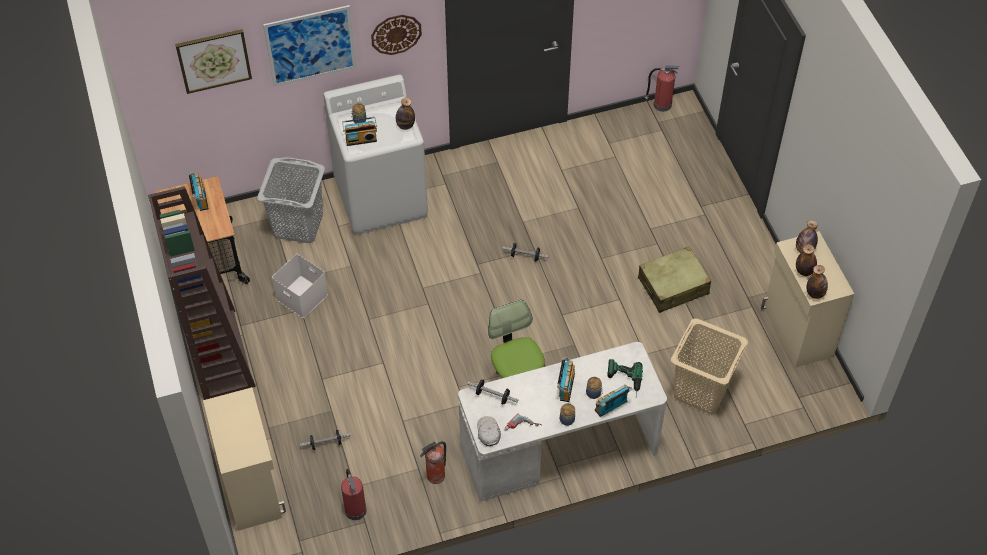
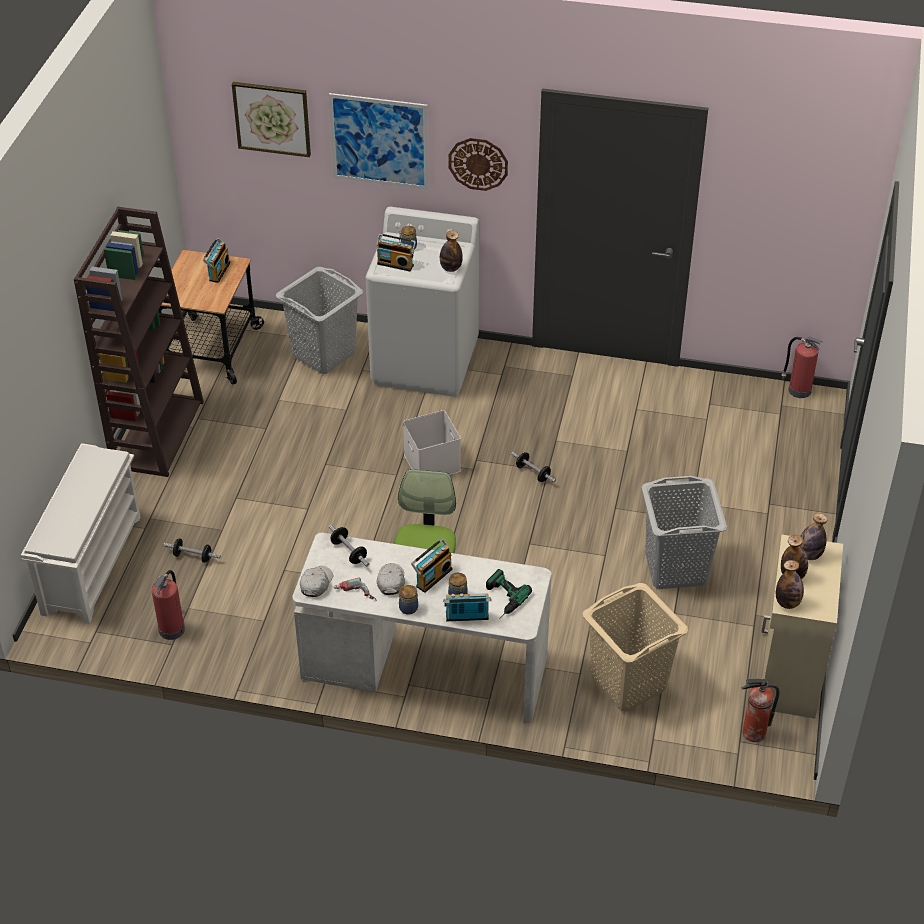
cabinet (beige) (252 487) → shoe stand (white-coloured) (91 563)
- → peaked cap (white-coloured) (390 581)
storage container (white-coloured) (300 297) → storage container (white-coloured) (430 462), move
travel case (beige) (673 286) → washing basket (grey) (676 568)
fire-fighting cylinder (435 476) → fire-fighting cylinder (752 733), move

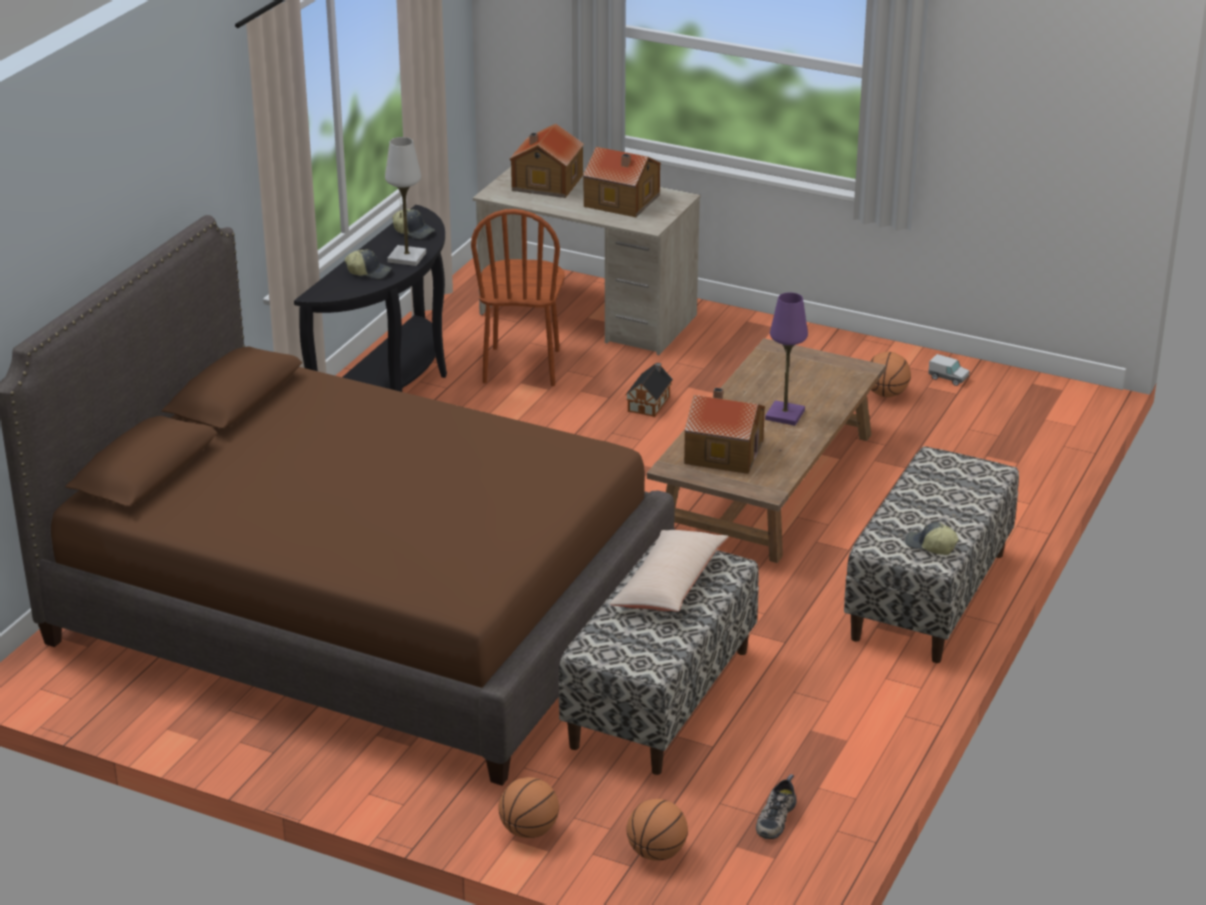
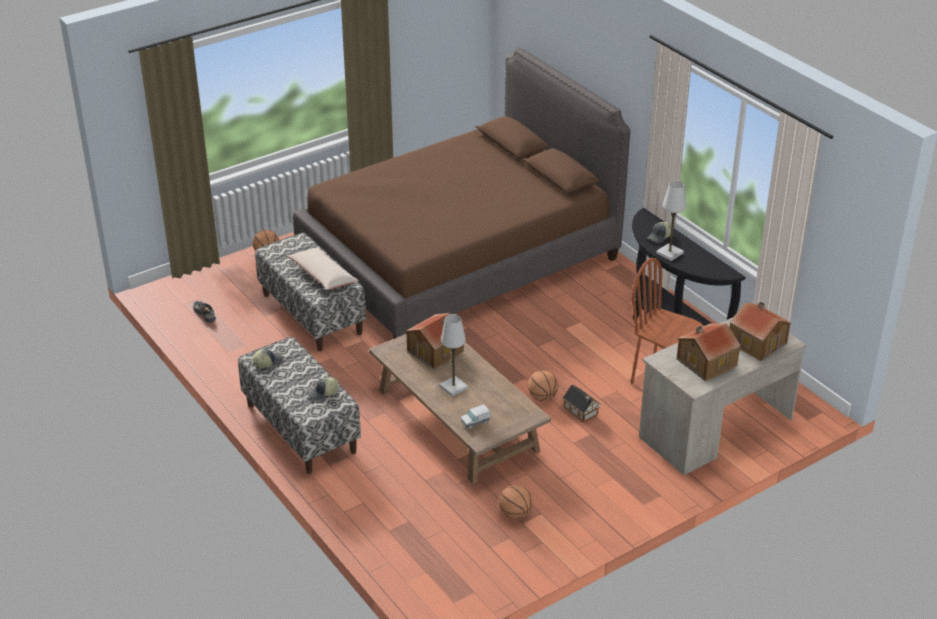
peaked cap (414 231) → peaked cap (323 393), move
lamp for a table (purple) (785 415) → lamp for a table (white-coloured) (453 387)
toy truck (948 378) → toy truck (475 422), move
basketball ball (656 853) → basketball ball (542 397), move

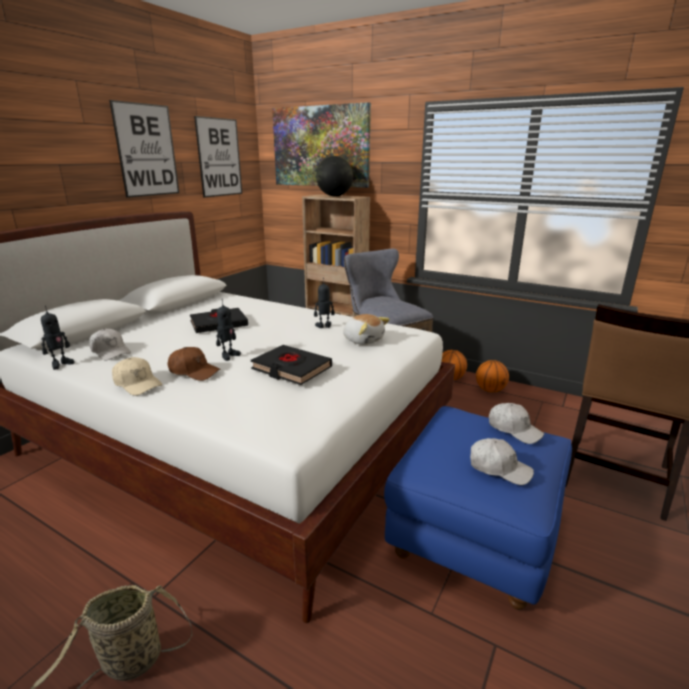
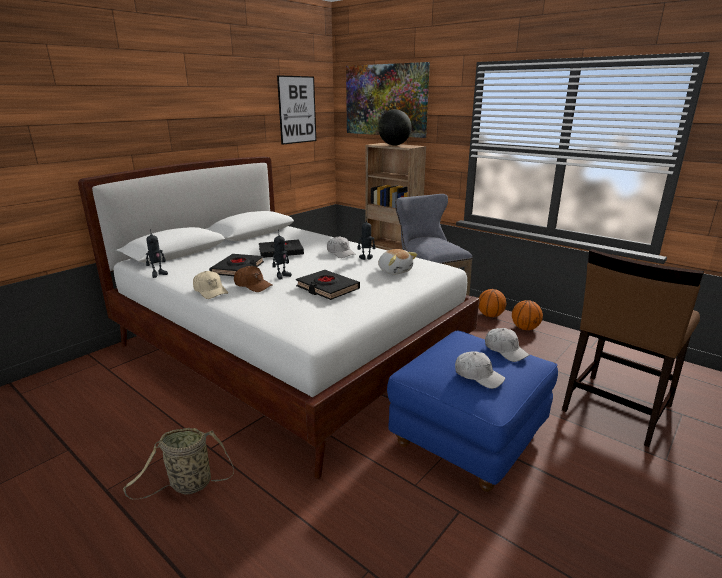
- → book (black-coloured) (238 269)
peaked cap (white-coloured) (110 351) → peaked cap (white-coloured) (340 253), move
wall art (146 150) → -

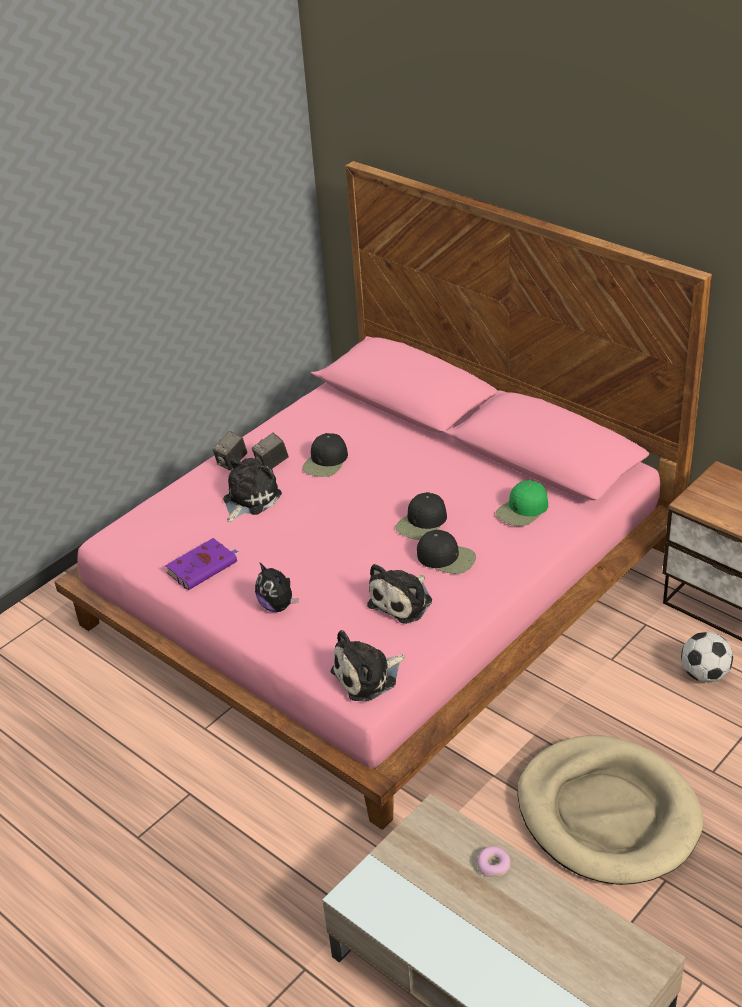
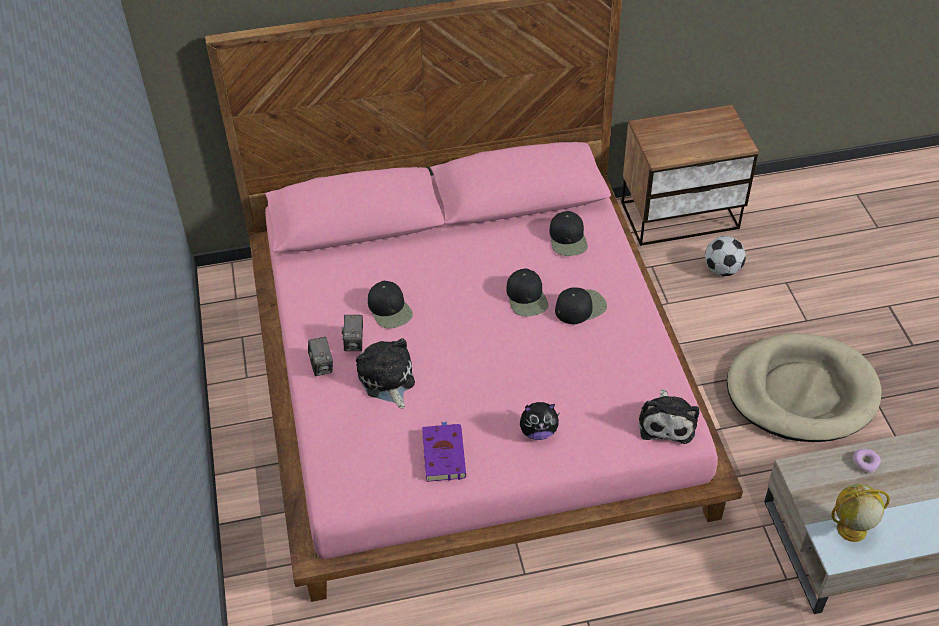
peaked cap (greenish) (523 510) → peaked cap (black-coloured) (568 239)
- → globe (850 529)
plush toy (403 601) → -

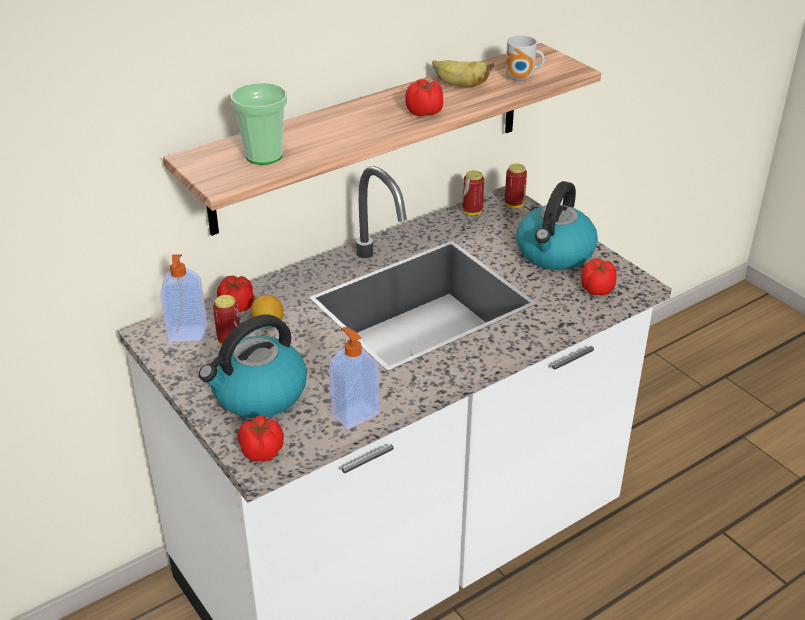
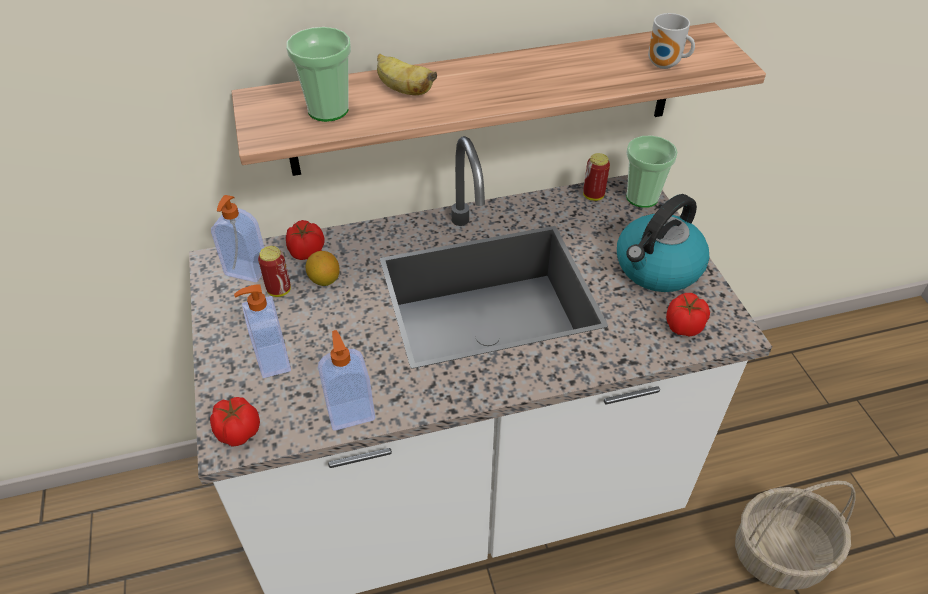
kettle (258 394) → liquid soap bottle (272 360)
banana (460 85) → banana (403 90), move
can (514 205) → cup (642 197)
- → basket (779 554)
fresh tomato (425 112) → -

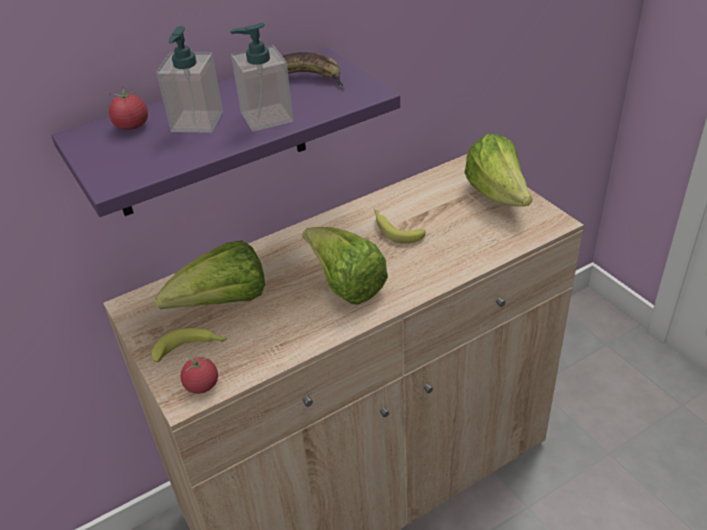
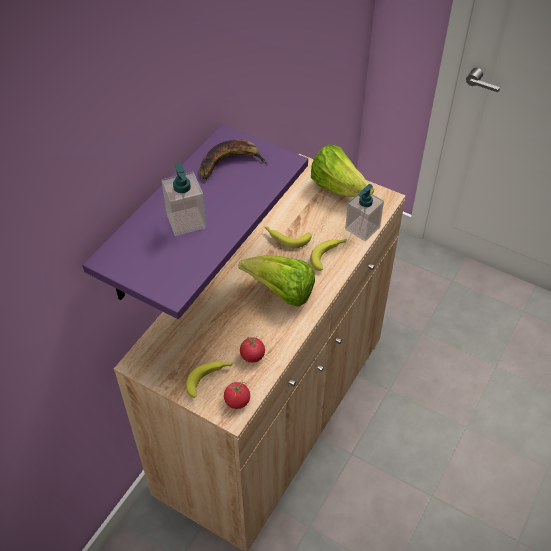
fresh tomato (132 126) → fresh tomato (252 355), move
- → banana (329 255)
liquid soap bottle (266 117) → liquid soap bottle (362 228), move
lettuce (223 303) → -

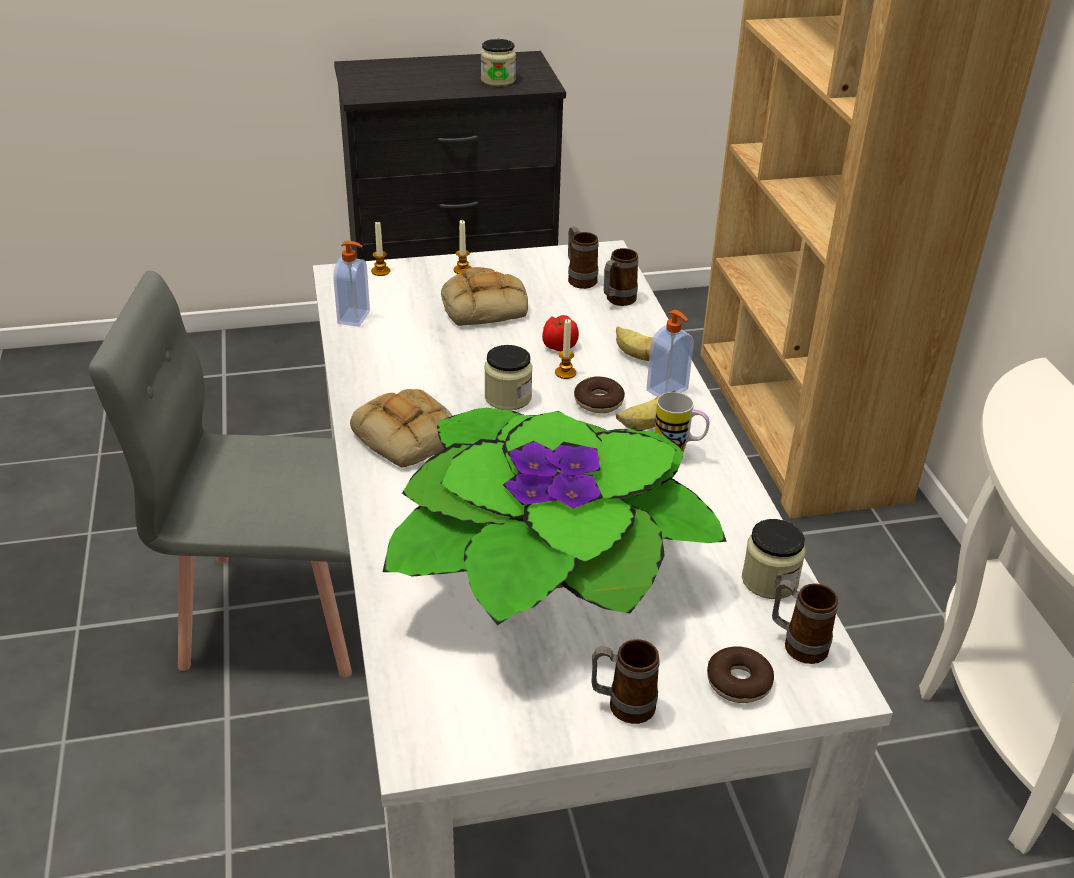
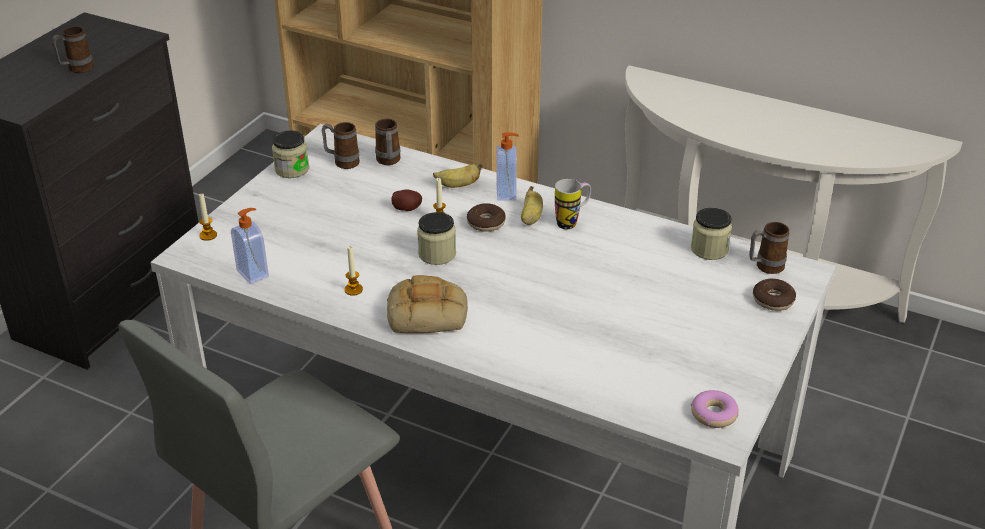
mug (622 705) → mug (76 69), move
preserve jar (498 80) → preserve jar (292 169), move
candle (462 270) → candle (353 290), move
fresh tomato (559 346) → spud (407 208)
- → ring doughnut (713 414)
houseplant (546 568) → -
bakery bread (485 306) → -

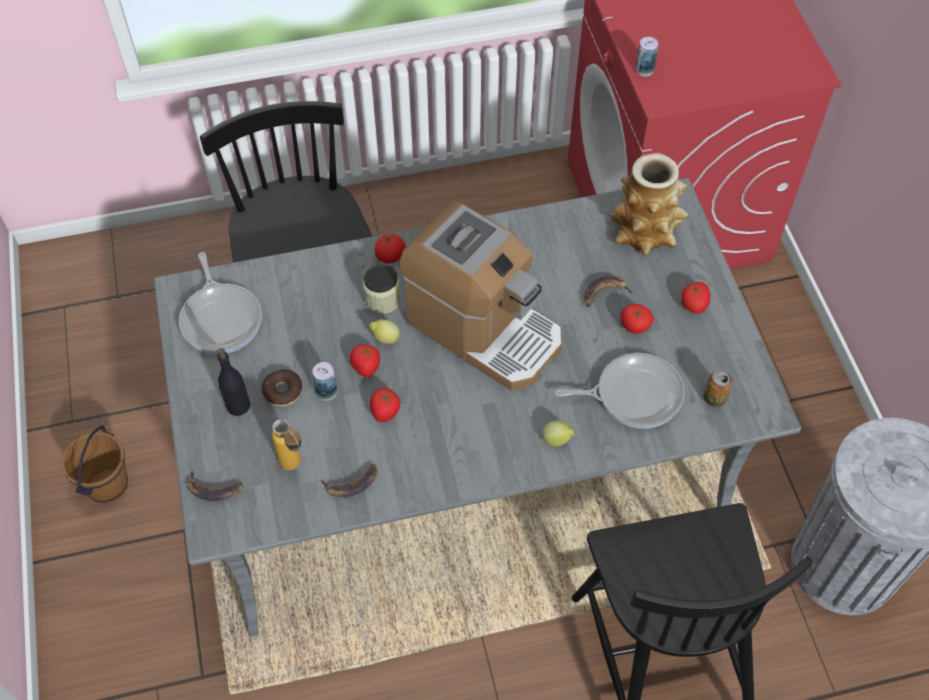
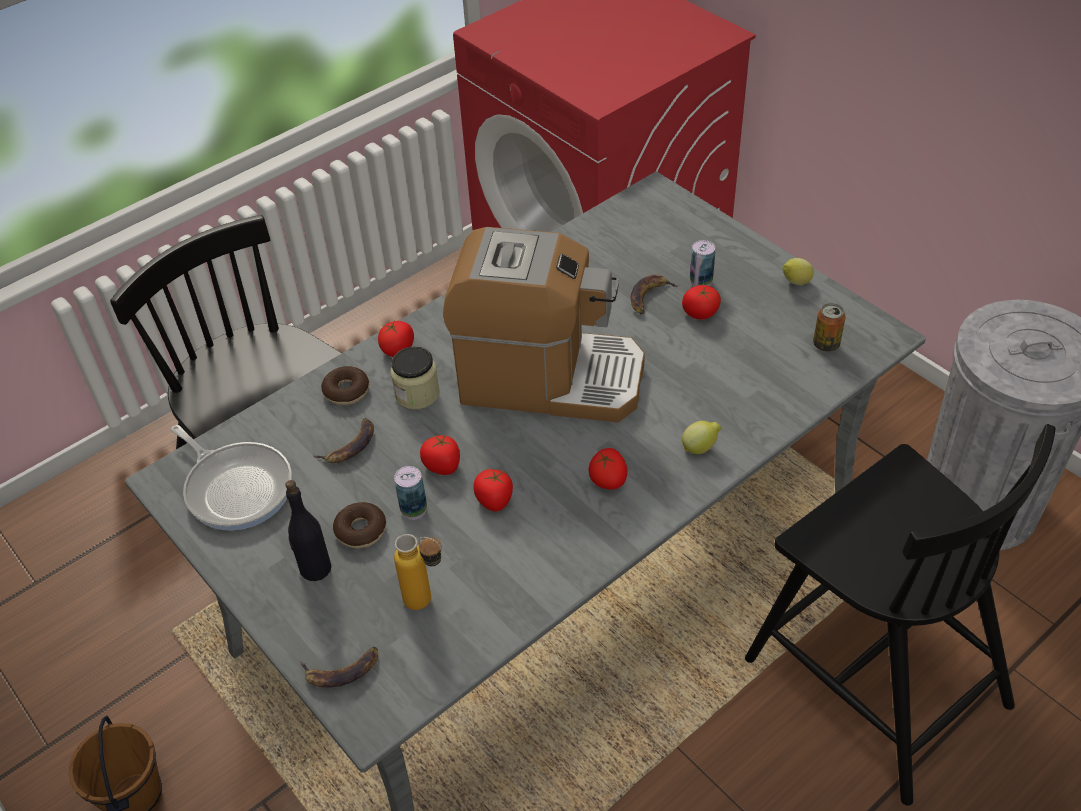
banana (352 483) → banana (350 445), move
- → ring doughnut (346 391)
fresh tomato (694 305) → fresh tomato (608 480), move
can (644 70) → can (701 281), move
lemon (385 338) → lemon (795 283), move
pan (633 394) → -
decorative vase (645 232) → -

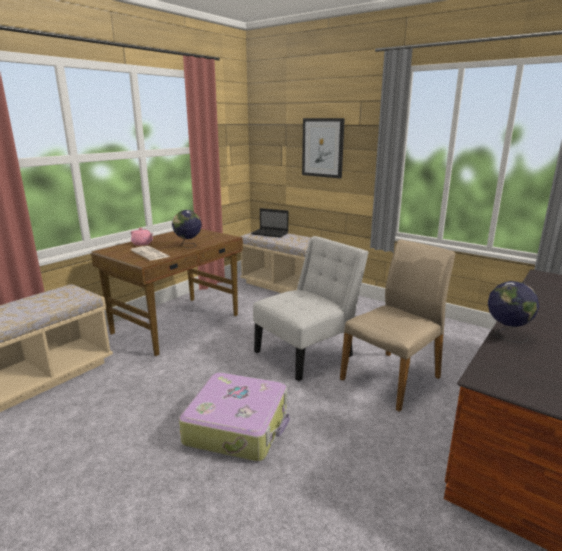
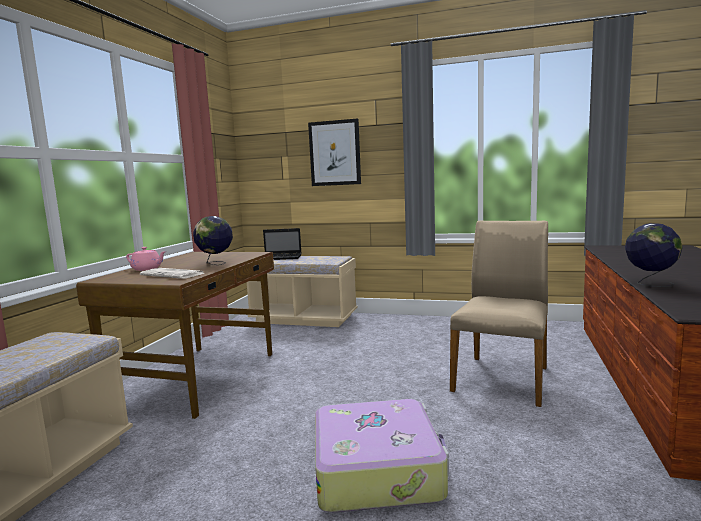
plain chair (white-coloured) (307 352) → -

